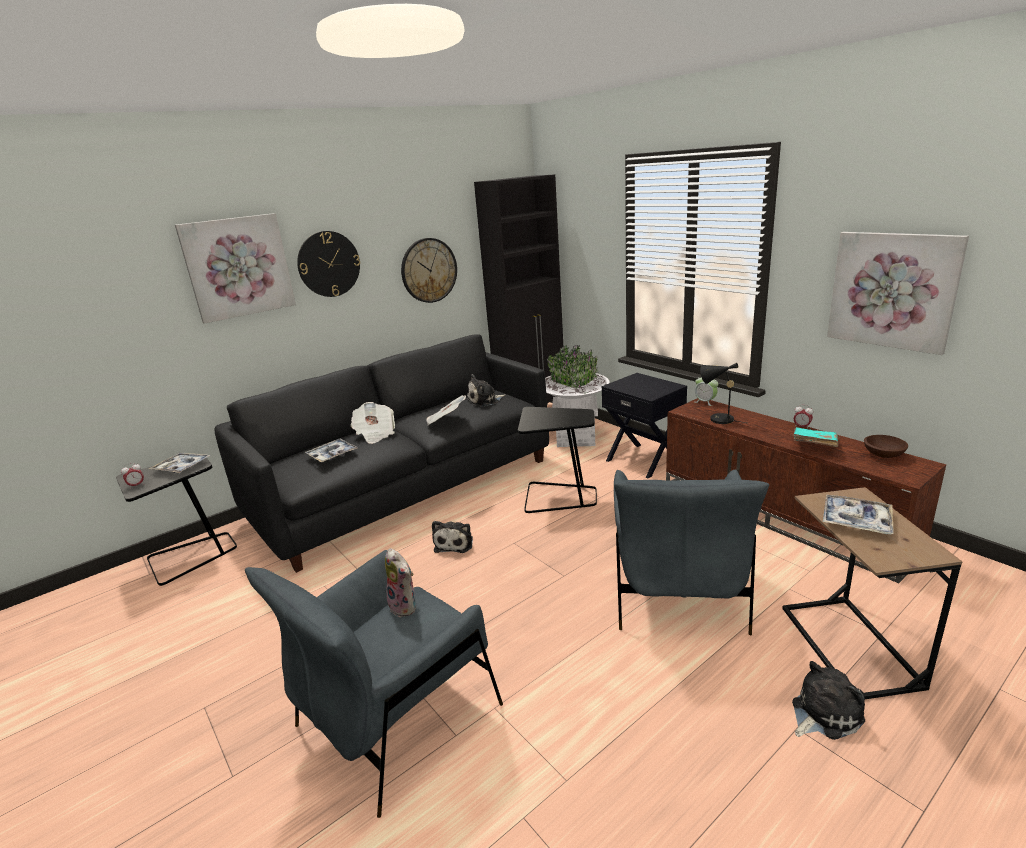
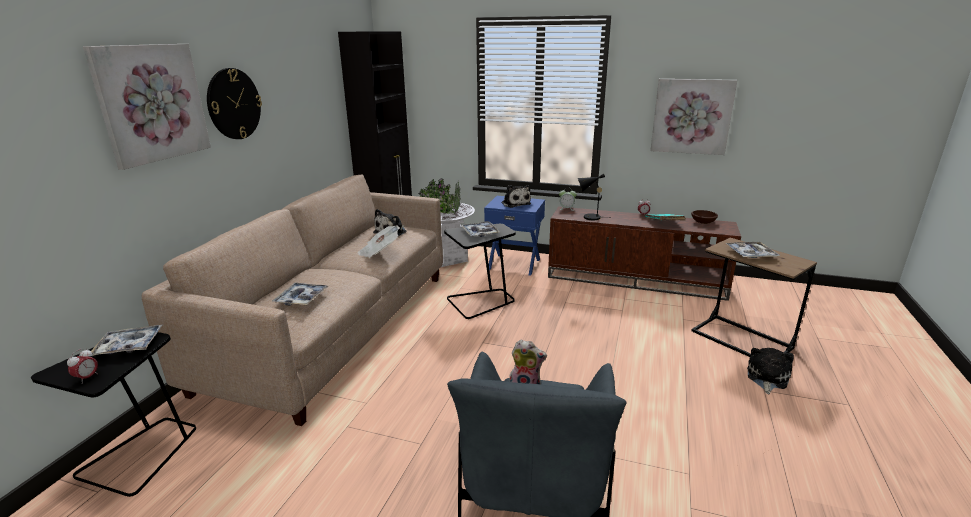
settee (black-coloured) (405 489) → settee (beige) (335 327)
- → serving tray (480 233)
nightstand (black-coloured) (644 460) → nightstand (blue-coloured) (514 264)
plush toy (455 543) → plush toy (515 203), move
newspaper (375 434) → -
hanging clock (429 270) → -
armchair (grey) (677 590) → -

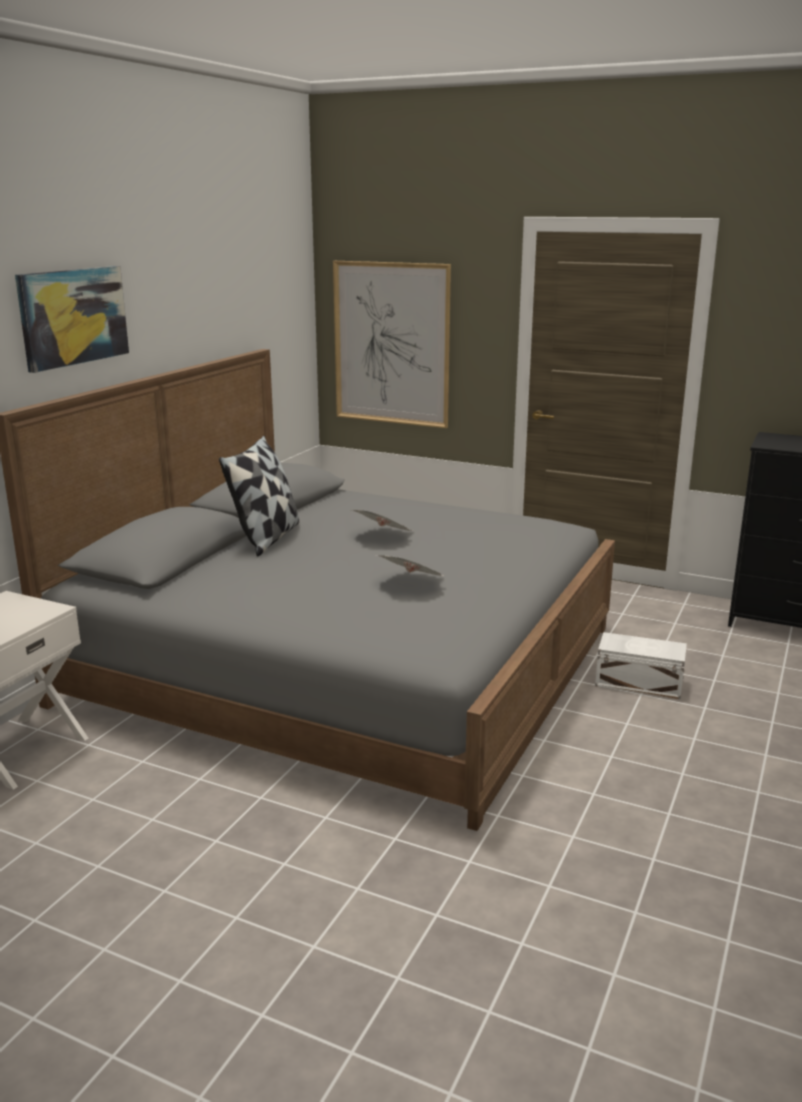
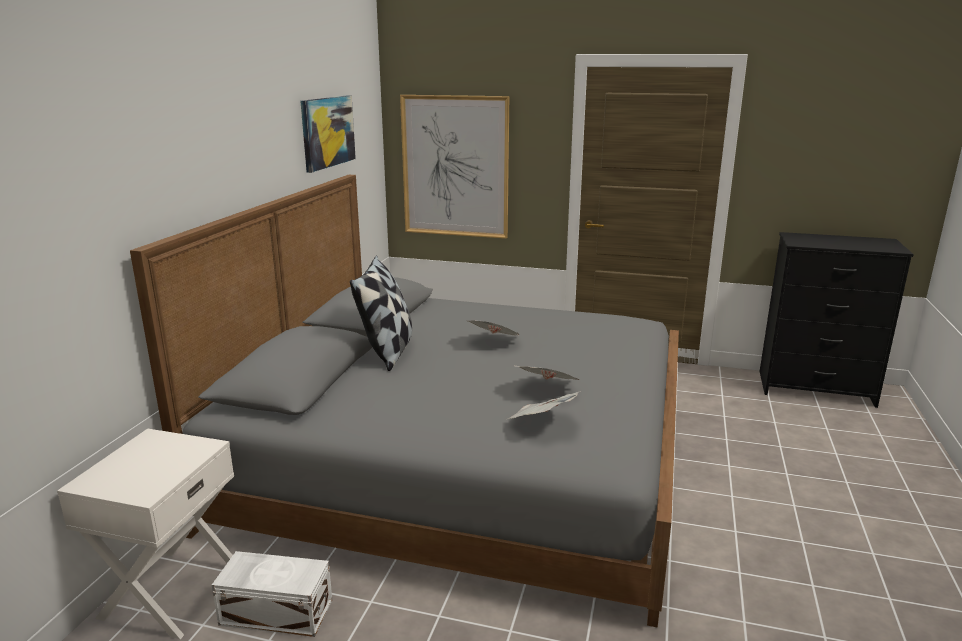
storage container (white-coloured) (637 682) → storage container (white-coloured) (275 611), move
wall art (73 316) → wall art (327 132), move
- → newspaper (542 423)

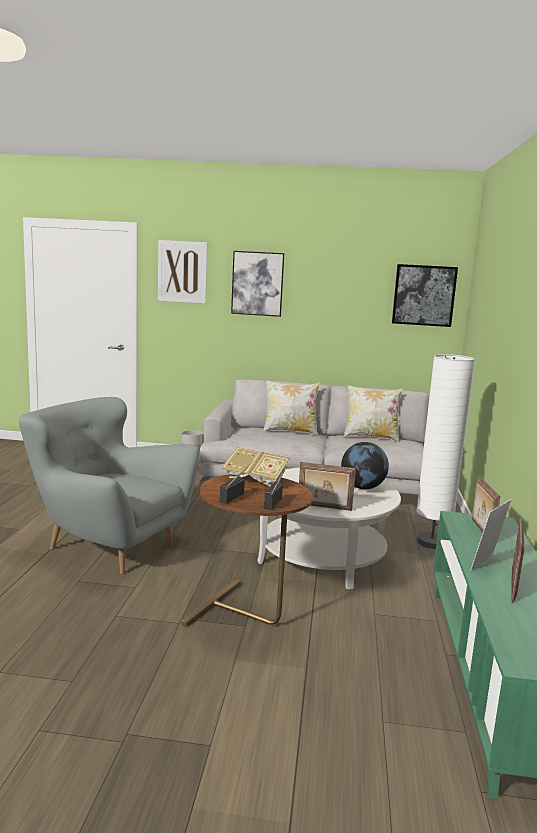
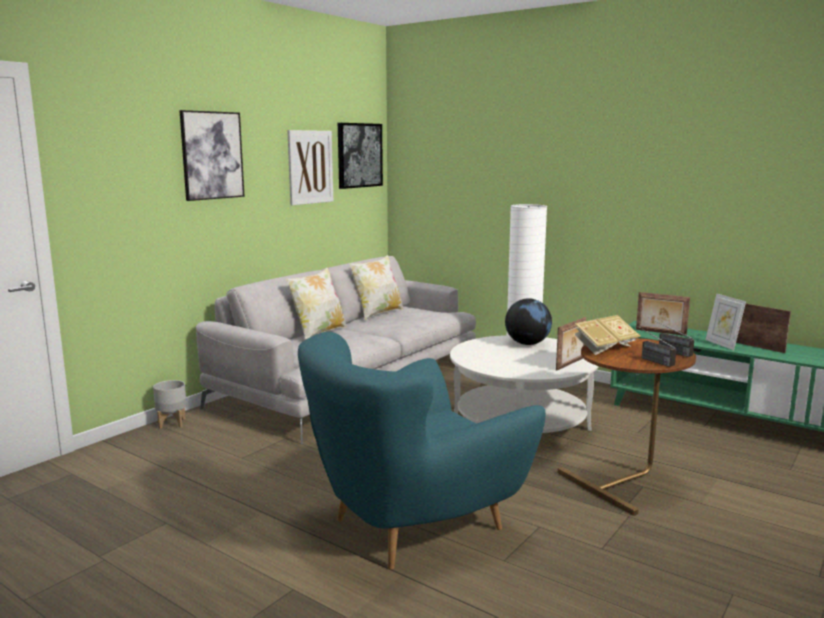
wall art (182 272) → wall art (310 167), move
armchair (grey) (109 545) → armchair (turquoise) (413 525)

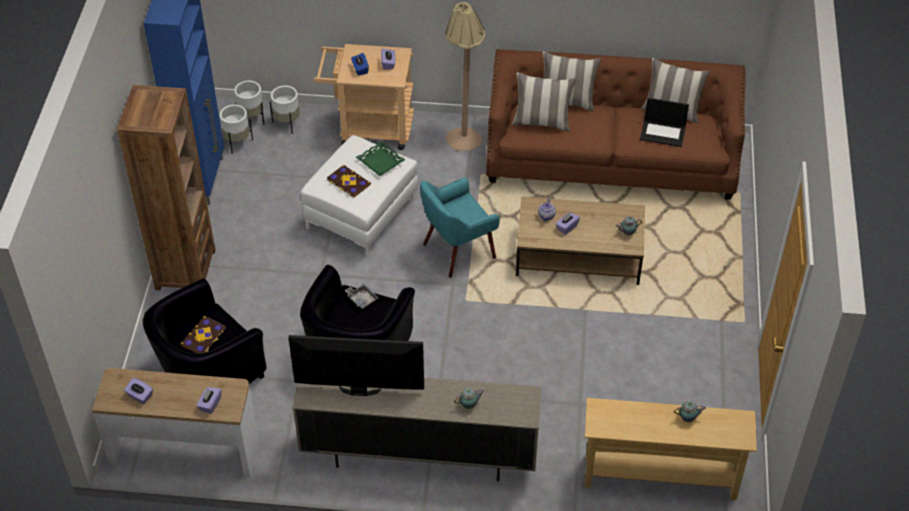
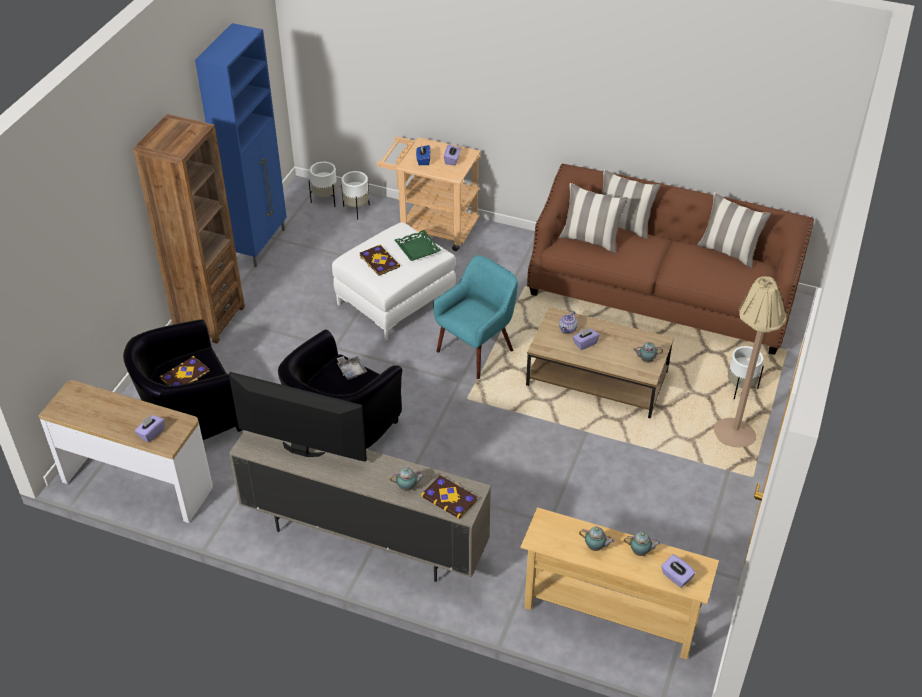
- → book (449 497)
armchair (turquoise) (458 250) → armchair (turquoise) (476 351), 150 degrees clockwise
- → tea pot (595 547)
tissue box (purple) (140 396) → tissue box (purple) (676 577), move
standard lamp (beige) (465 133) → standard lamp (beige) (737 426), move
plant pot (white-coloured) (237 143) → plant pot (white-coloured) (740 389), move
laptop (663 133) → -

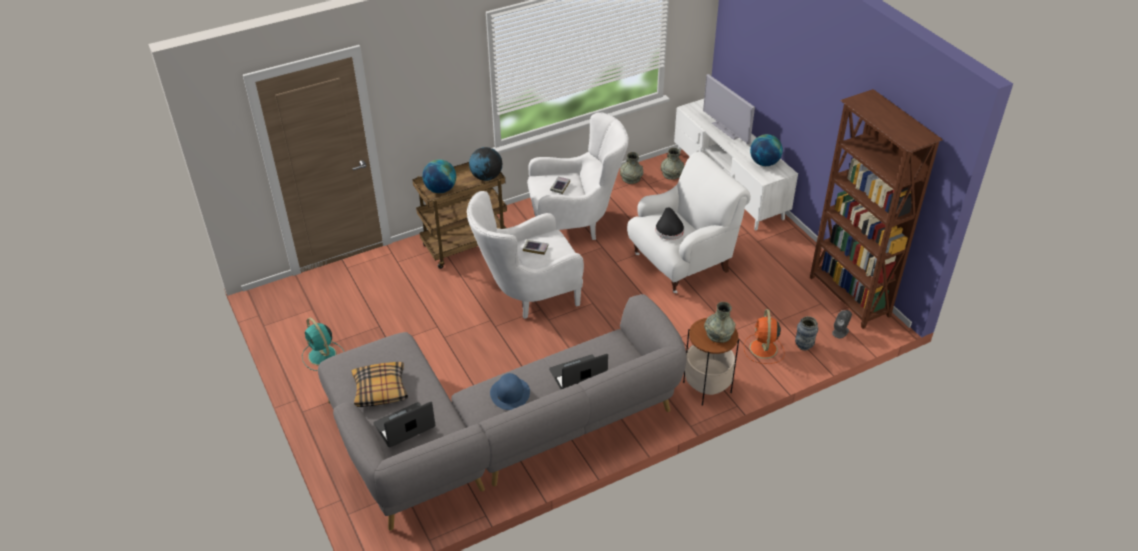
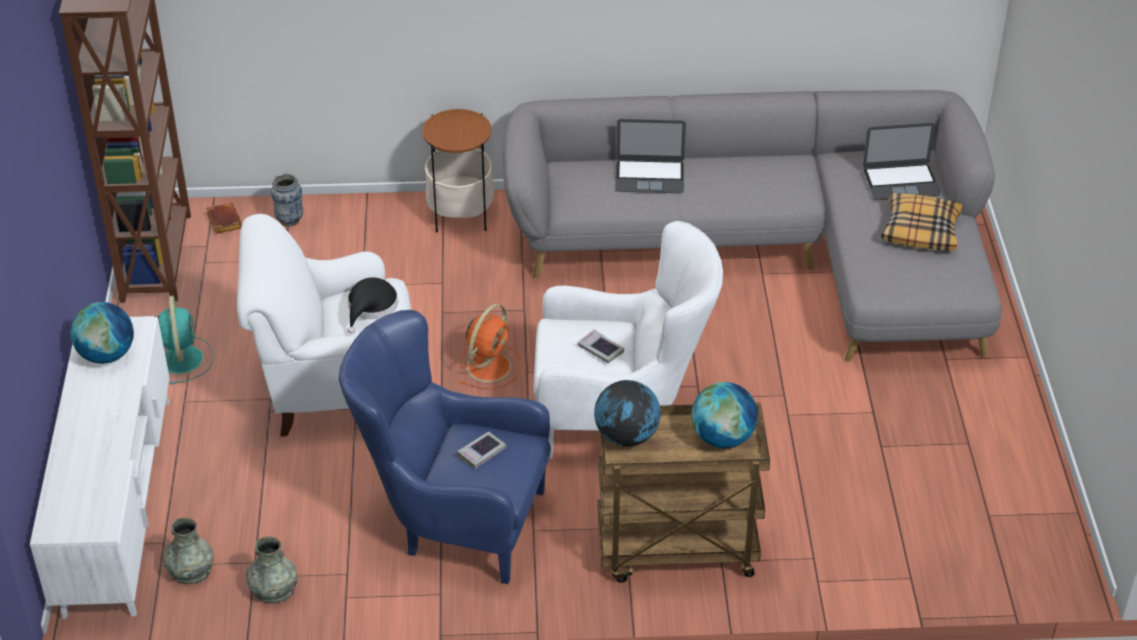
fan (turquoise) (323 356) → fan (turquoise) (181 358), move
loudspeaker (grey) (840 331) → book (brown-coloured) (223 221)
armchair (white-coloured) (576 224) → armchair (blue-coloured) (452 521)
fan (orange-coloured) (763 349) → fan (orange-coloured) (490 365), move
clothing hat (blue-coloured) (510 393) → -
TV set (727 129) → -
decorative vase (grey) (718 334) → -

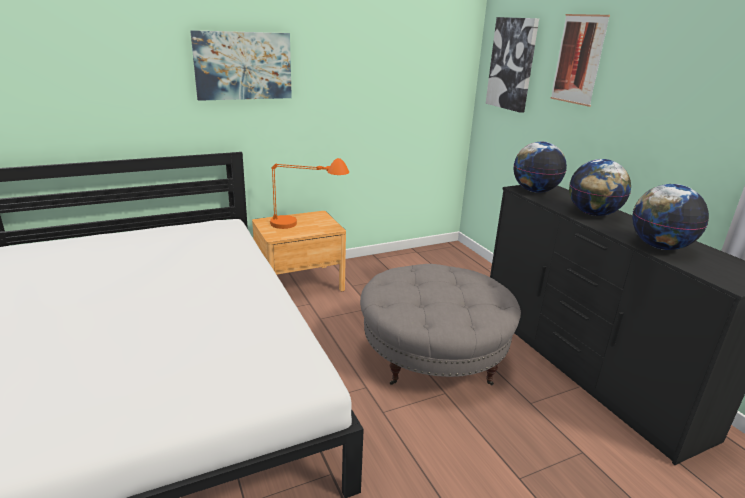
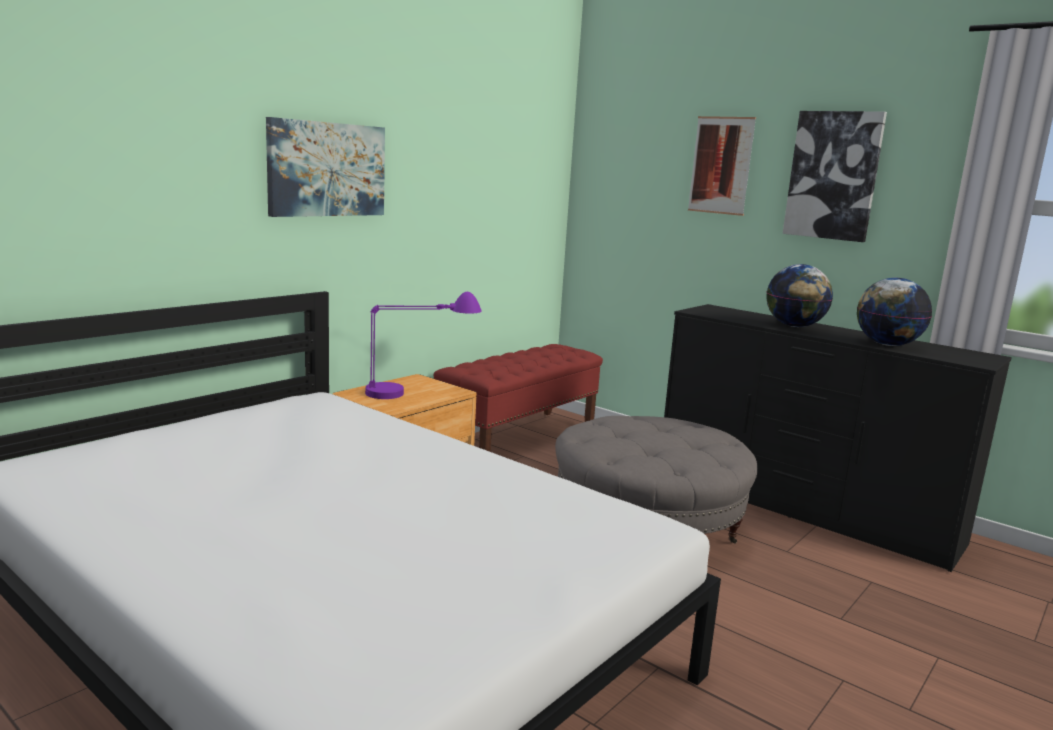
lamp for a table (orange-coloured) (306 225) → lamp for a table (purple) (418 392)
- → bench (red) (519 438)
wall art (512 64) → wall art (833 175), move
globe (535 191) → -

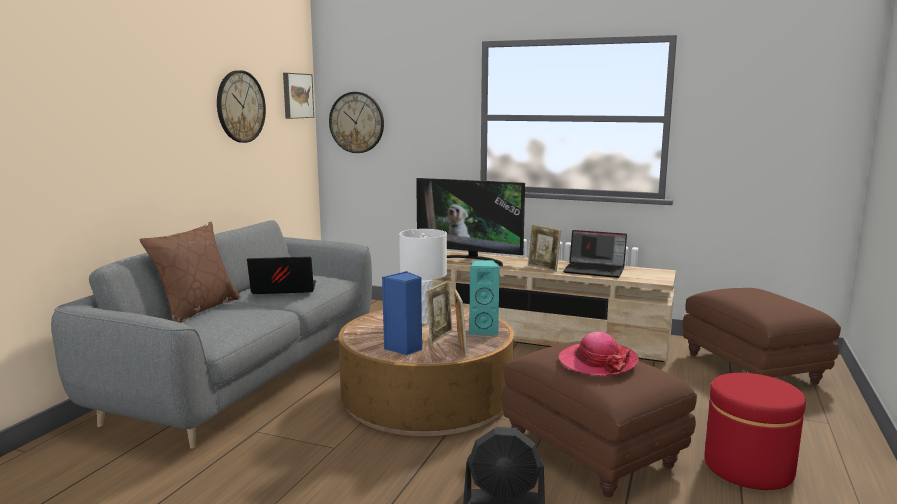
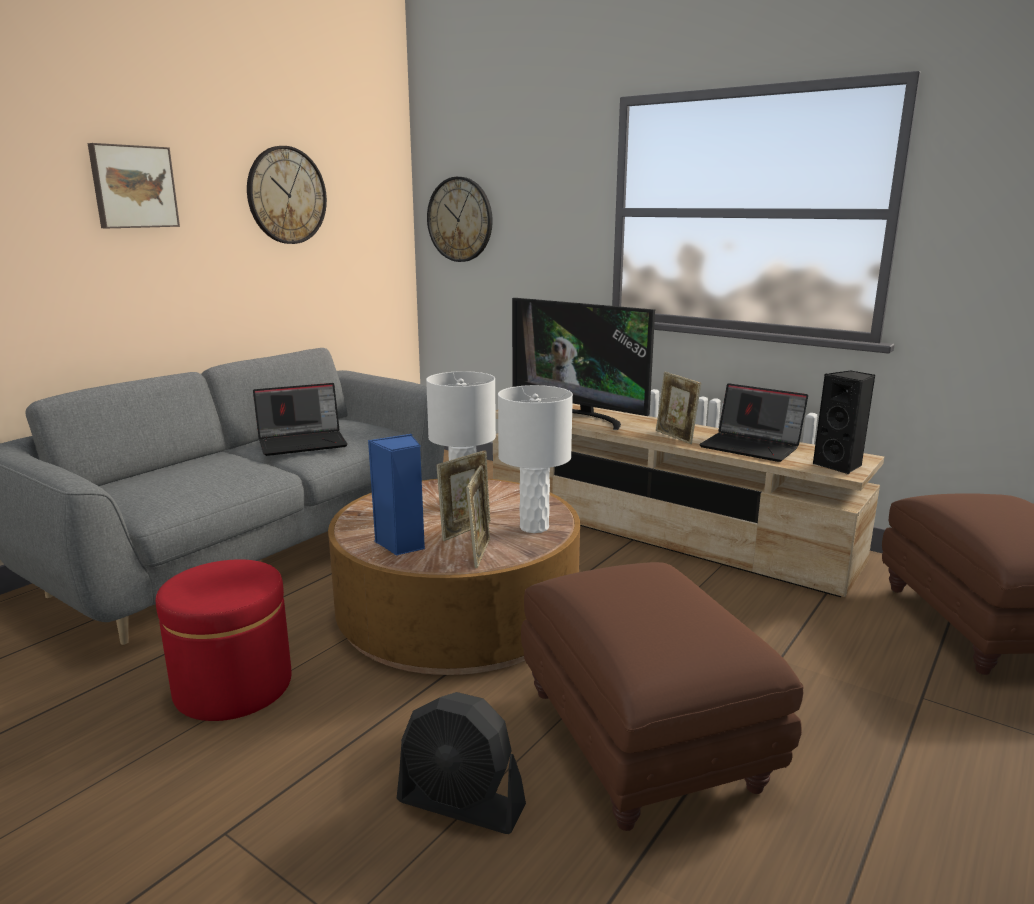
wall art (296 95) → wall art (133 187), move
pouffe (red) (748 467) → pouffe (red) (233 687), move
laptop (283 290) → laptop (303 442), 150 degrees clockwise
loudspeaker (turquoise) (483 330) → lamp for a table (white-coloured) (534 527)
- → loudspeaker (black-coloured) (840 466)
pillow (brown-coloured) (197 310) → -
clothing hat (597 362) → -

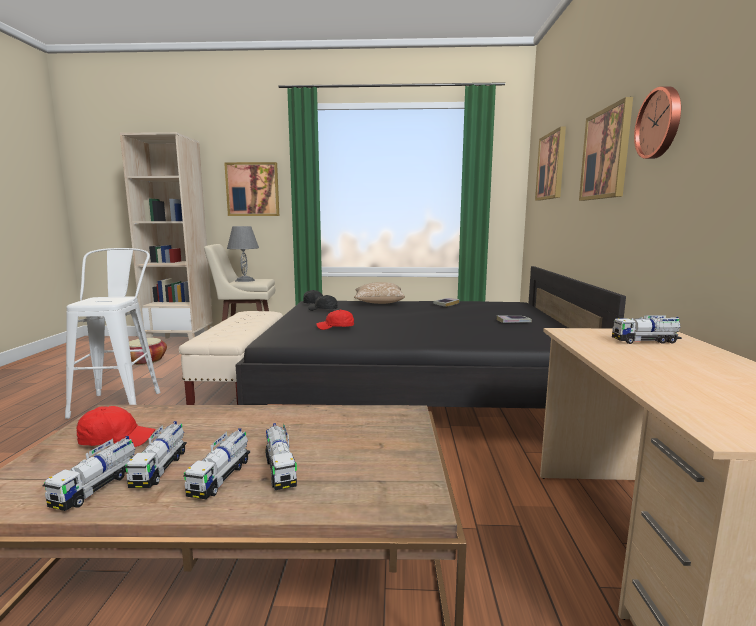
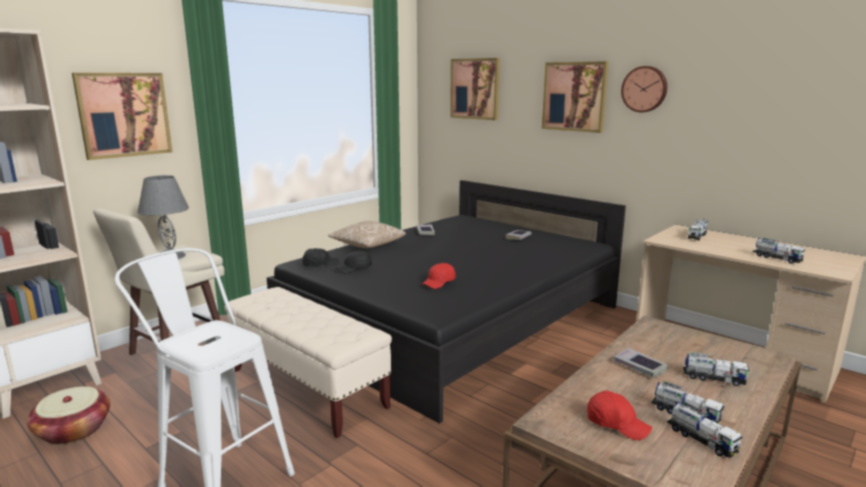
peaked cap (red) (116 440) → peaked cap (red) (616 424), 90 degrees clockwise
- → book (639 366)
toy truck (221 477) → toy truck (777 258), move

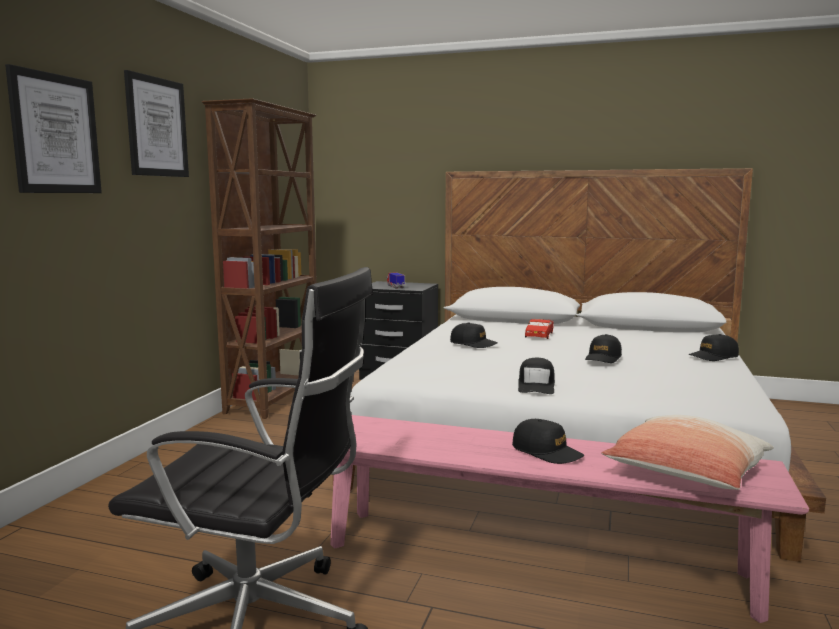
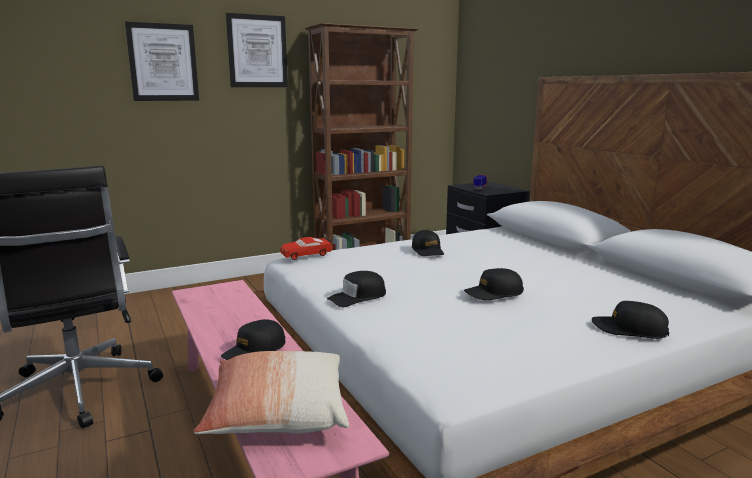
peaked cap (black-coloured) (546 452) → peaked cap (black-coloured) (254 350), 45 degrees clockwise
toy car (red) (539 335) → toy car (red) (306 254), move

